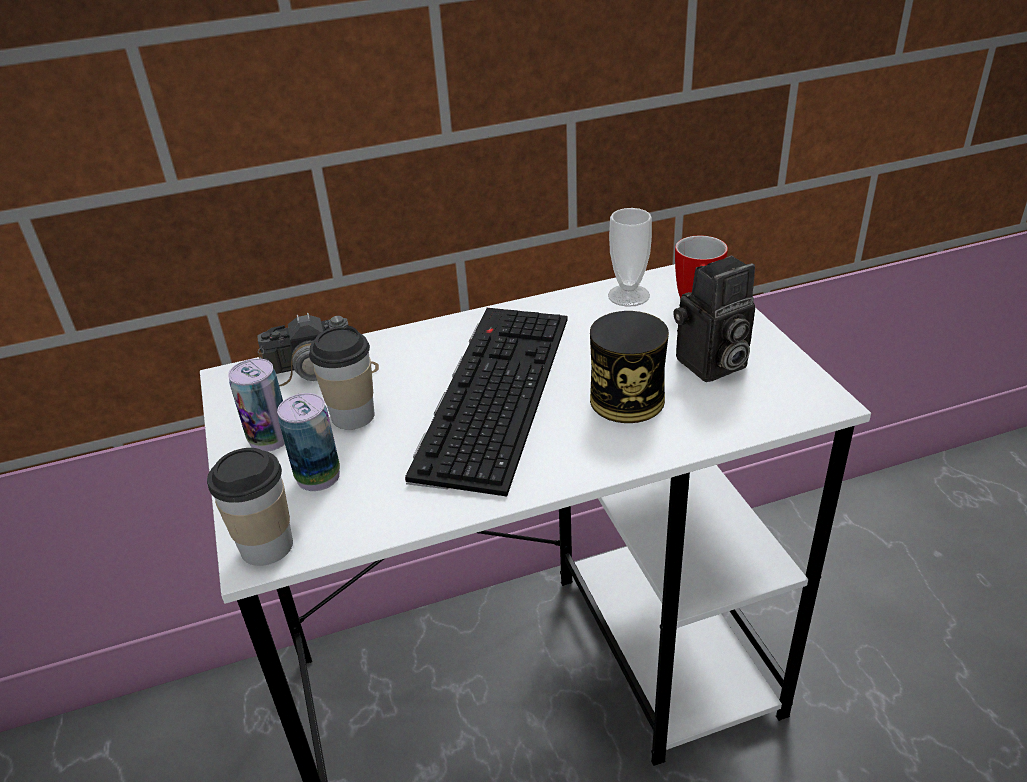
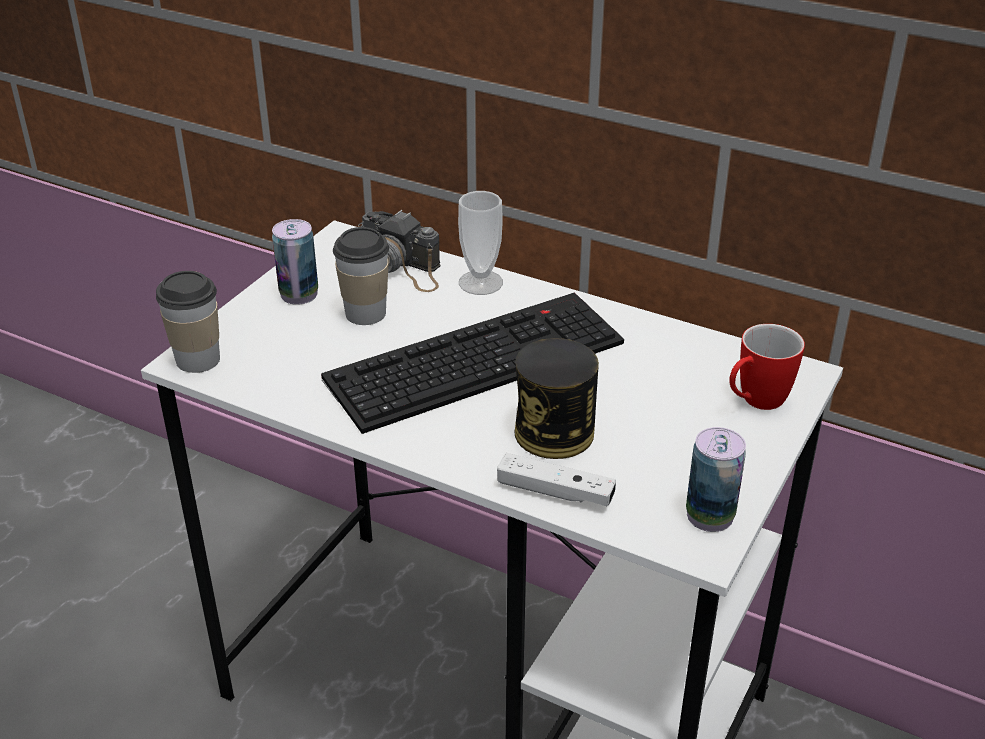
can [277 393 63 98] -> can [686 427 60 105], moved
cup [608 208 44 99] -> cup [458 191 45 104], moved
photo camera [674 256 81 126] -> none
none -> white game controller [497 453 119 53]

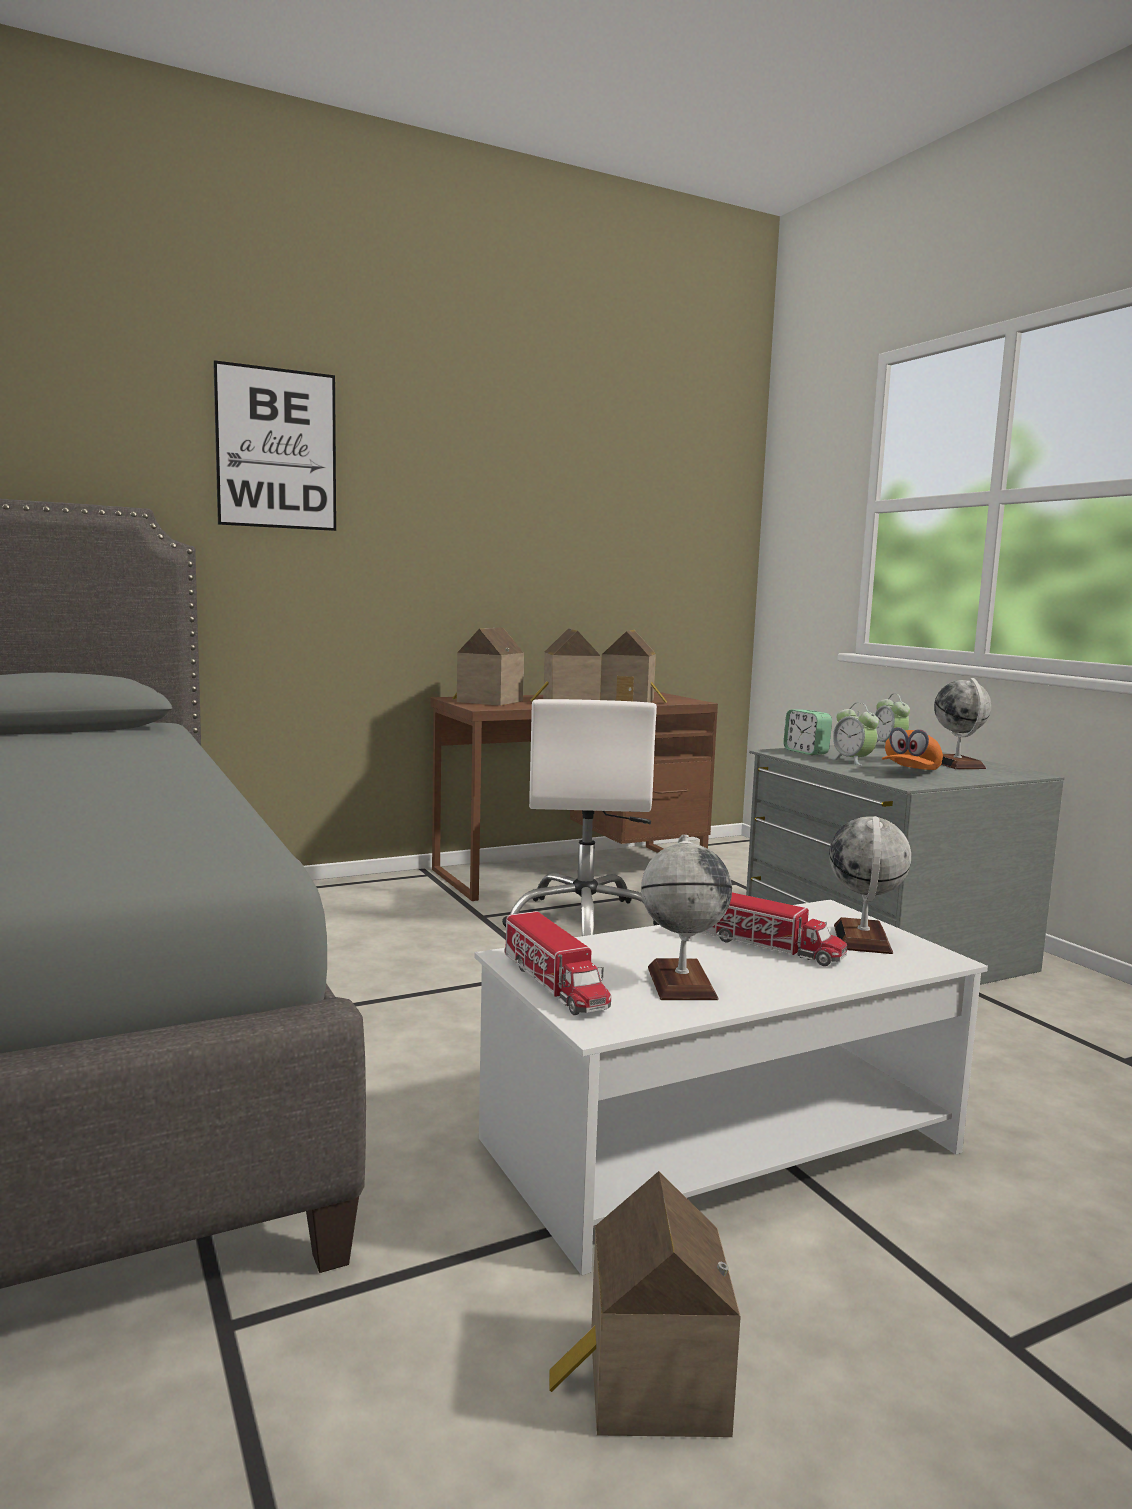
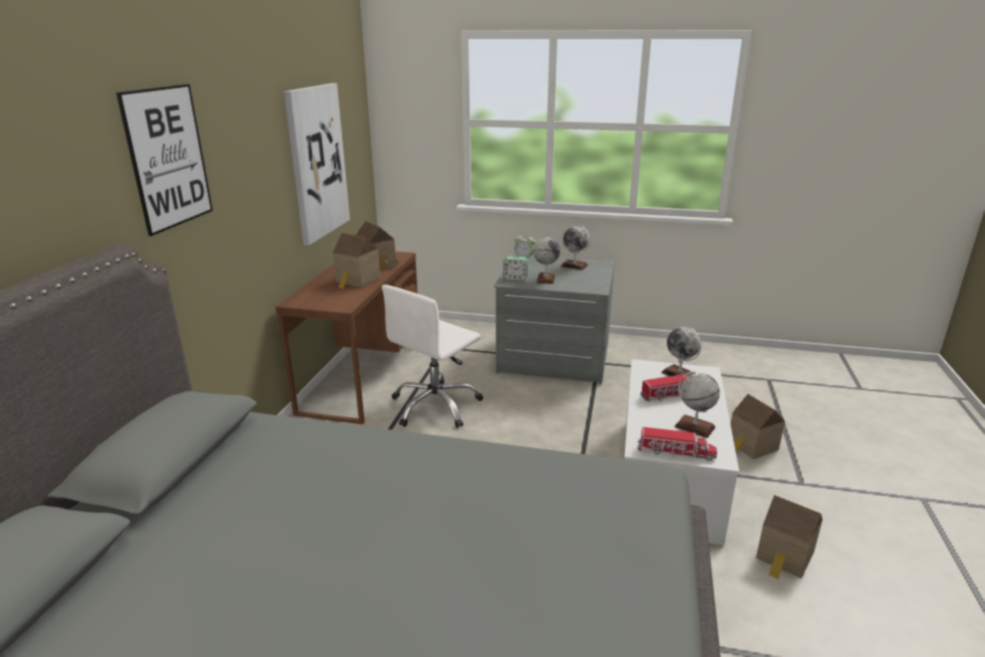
toy house [452 627 72 79] -> toy house [731 394 54 65], moved
white office chair [502 699 157 237] -> white office chair [382 285 101 143], 90 degrees clockwise
alarm clock [831 703 48 62] -> globe [533 235 27 49]
orange cap [882 727 61 43] -> none
none -> picture [284 83 66 162]

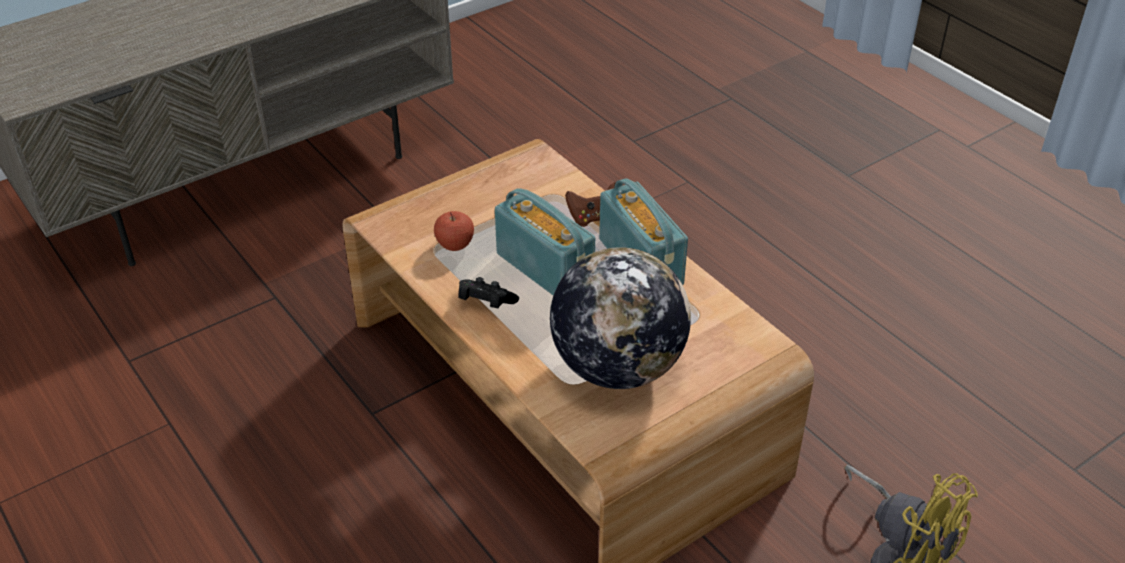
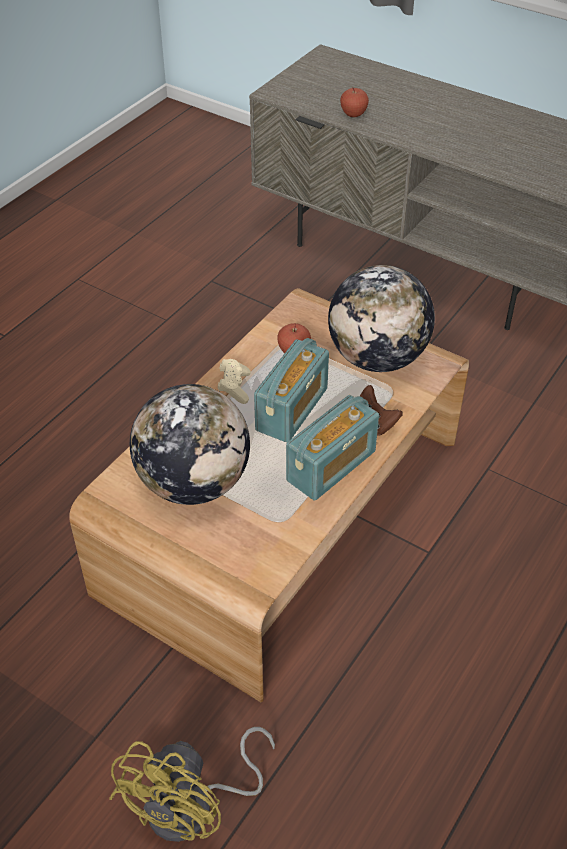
black game controller [458 277 61 31] -> beige game controller [218 359 33 45]
none -> globe [328 265 107 107]
none -> apple [340 88 29 29]

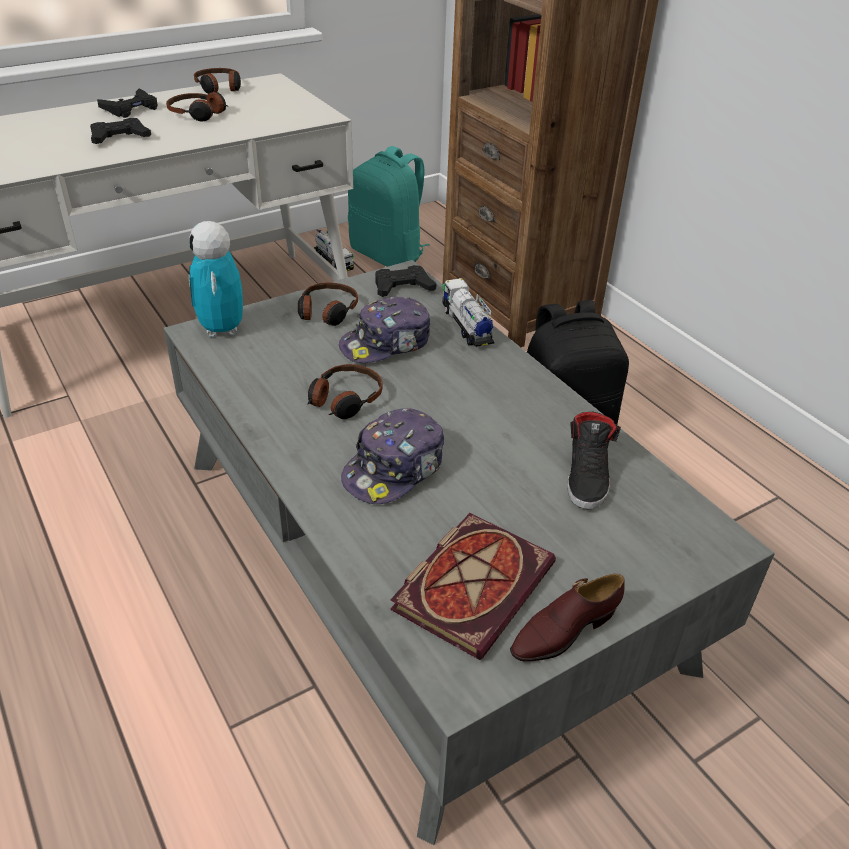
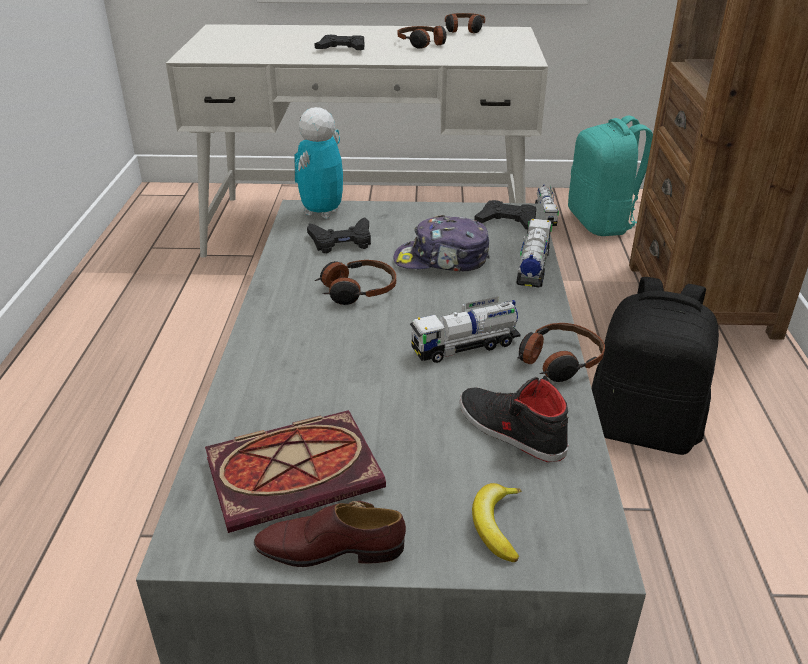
black game controller [97 89 60 29] -> black game controller [307 217 64 36], moved
headphones [298 283 60 43] -> headphones [517 323 88 59], moved
cap [341 408 103 96] -> none
black shoe [567 412 54 98] -> black shoe [460 375 109 87], 90 degrees clockwise
none -> toy truck [410 297 111 66]
none -> banana [472 483 50 79]

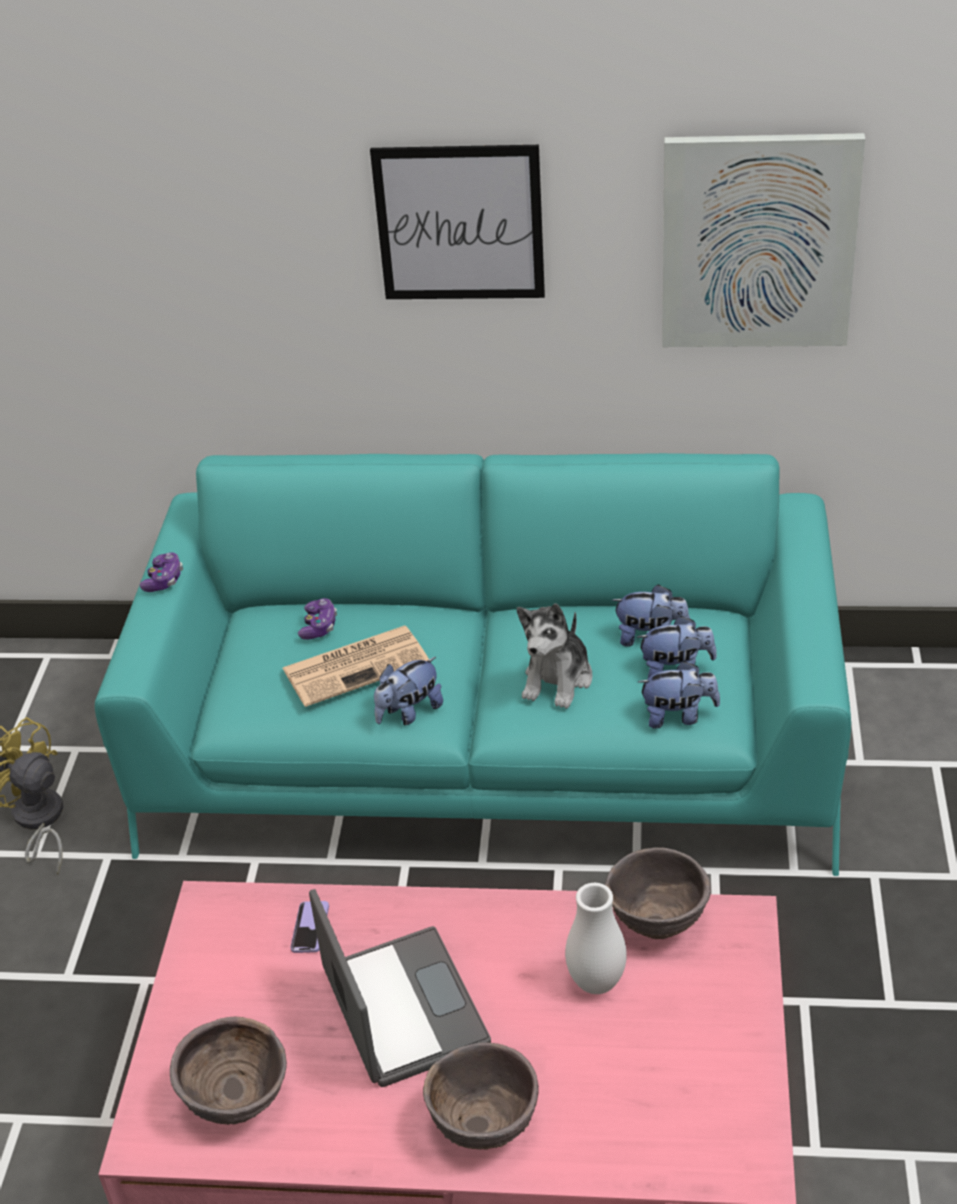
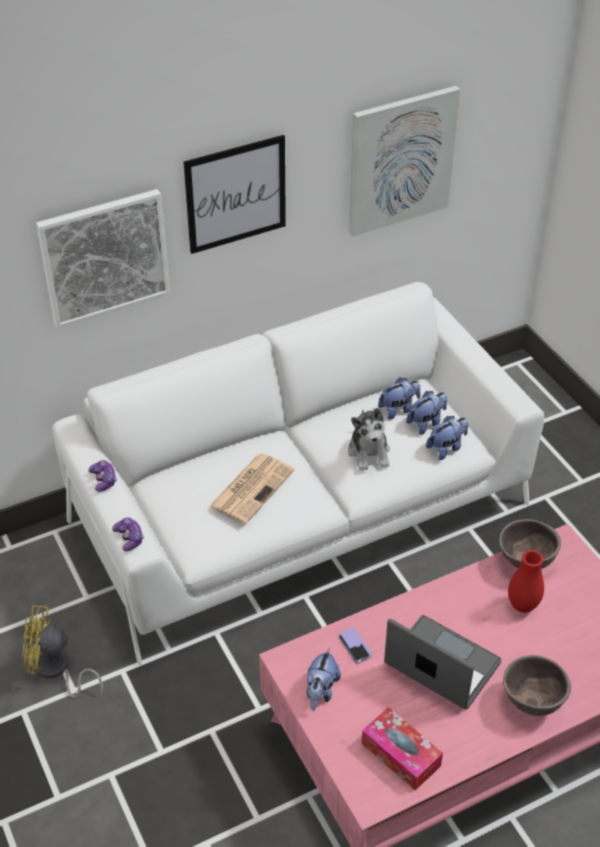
turquoise sofa [95 453 756 423] -> white sofa [52 282 492 383]
brown bowl [170 1016 117 109] -> tissue box [362 707 81 83]
game controller [298 598 39 42] -> game controller [112 518 32 33], moved
plush toy [374 657 69 68] -> plush toy [306 647 35 64], moved
white vase [565 883 62 111] -> red vase [508 550 36 63]
none -> picture [36 189 134 140]

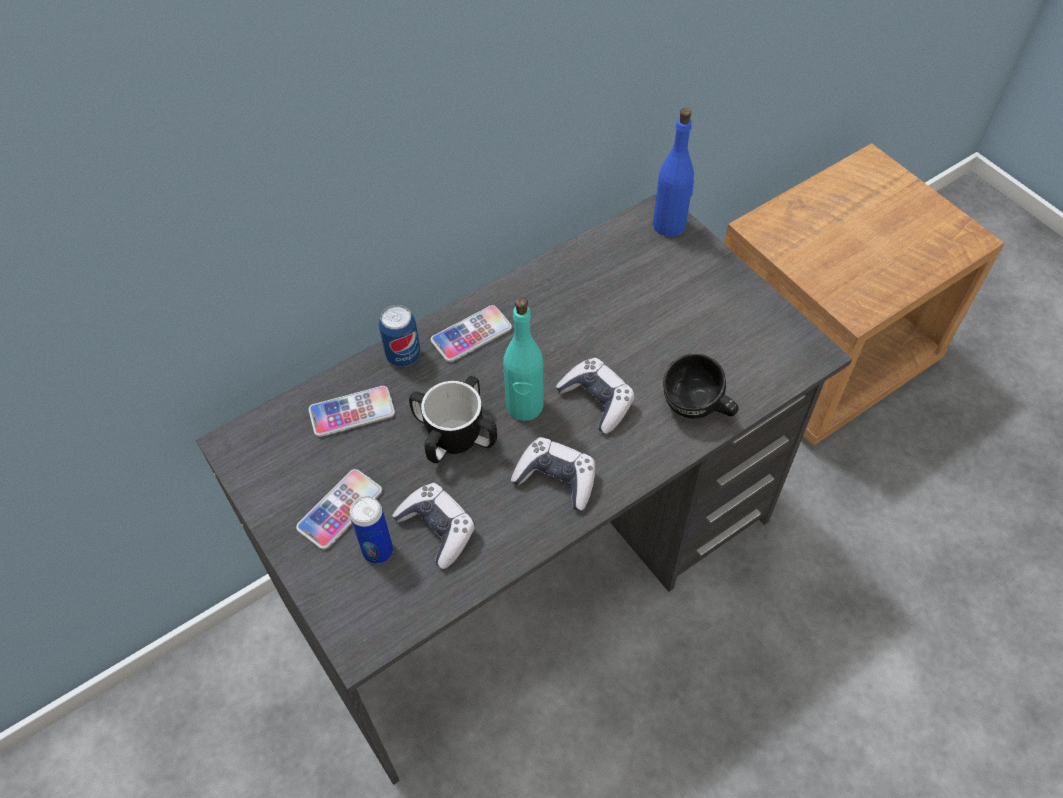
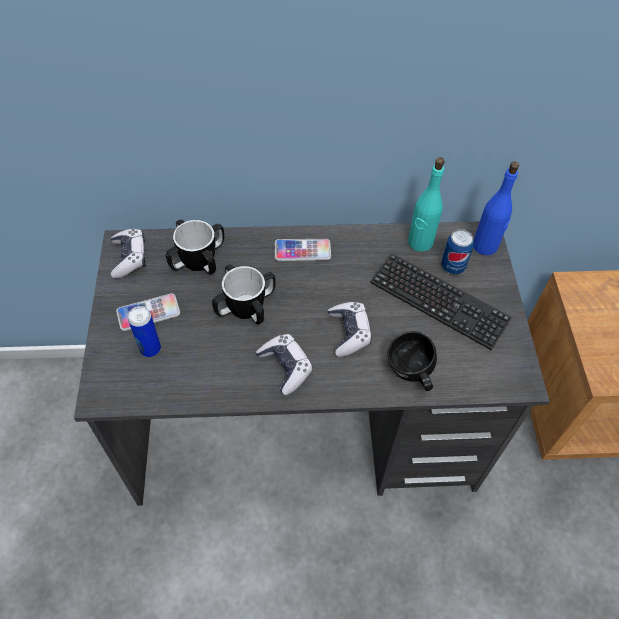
phone [309 386 86 51] -> mug [166 219 58 55]
can [379 305 41 62] -> can [441 229 33 45], moved
game controller [392 483 83 86] -> game controller [111 229 35 49], moved
turquoise bottle [503 297 40 124] -> turquoise bottle [408 157 37 95], moved
none -> keyboard [370 253 142 98]

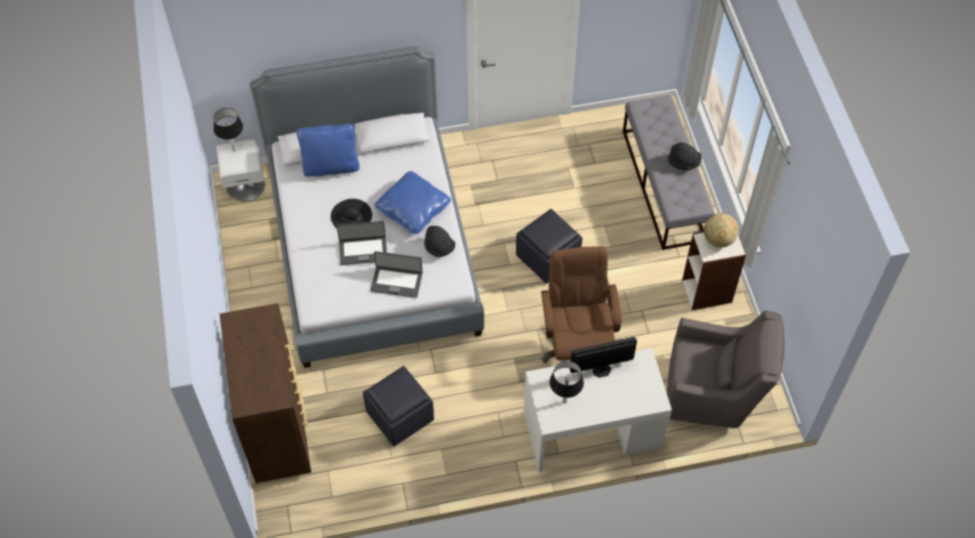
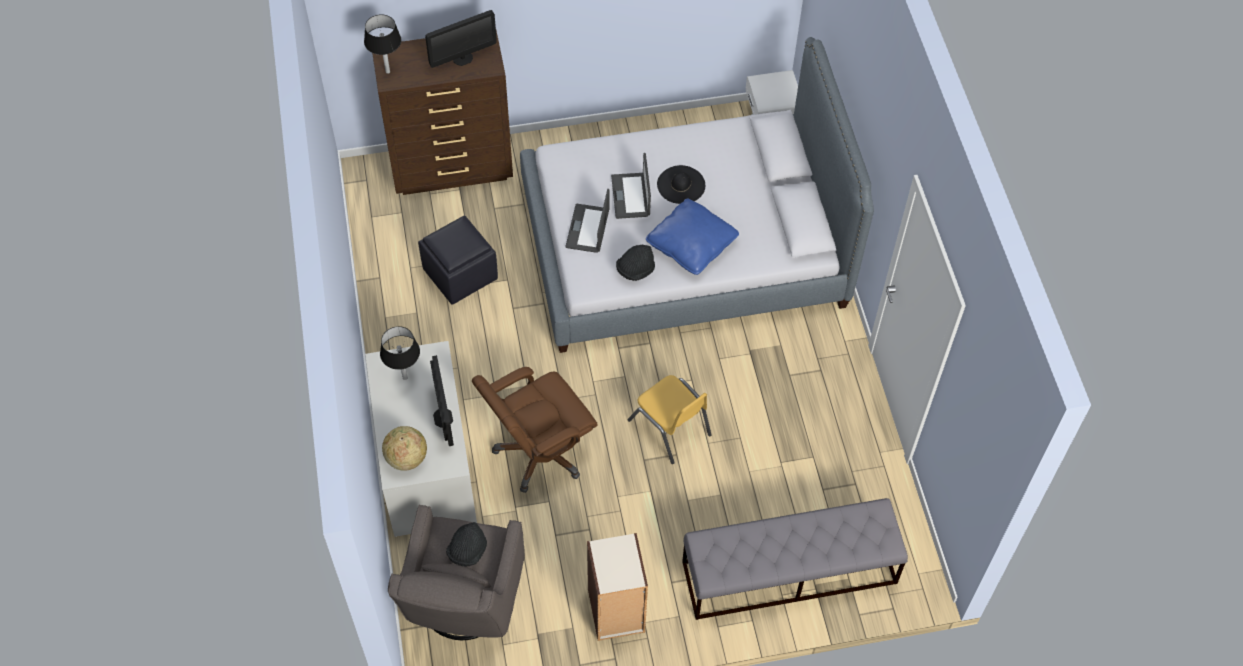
black table lamp [214 108 29 44] -> black table lamp [364 14 37 60], moved
blue pillow [297 124 63 53] -> none
black ottoman [516 209 66 75] -> yellow chair [628 375 84 89]
brown office chair [541 246 81 117] -> brown office chair [472 367 126 126], 150 degrees clockwise
black hat [668 142 34 28] -> black hat [446 522 41 45], moved
globe [704 213 35 35] -> globe [382 426 45 45], moved
none -> monitor [425 10 72 58]

